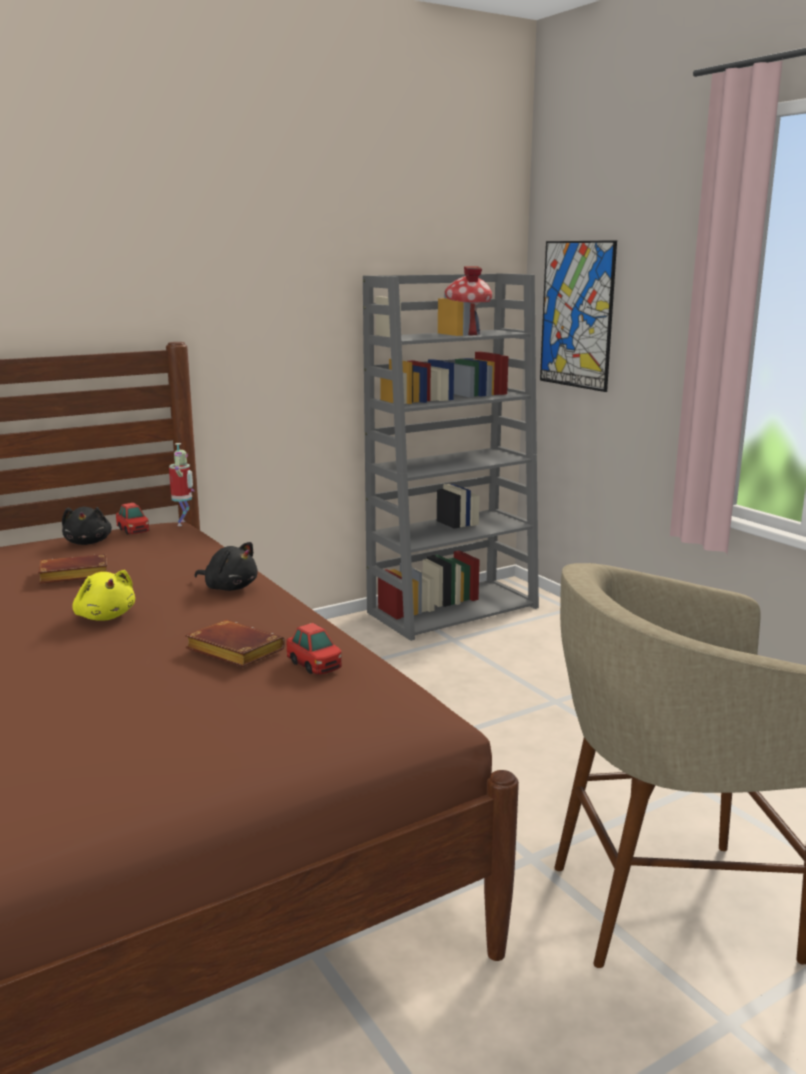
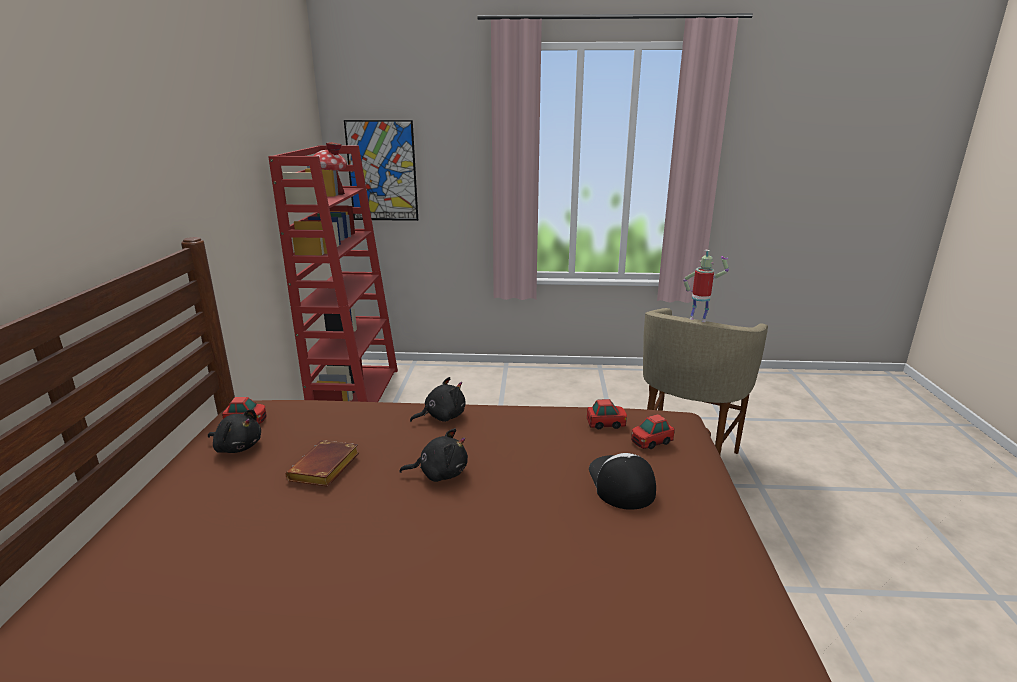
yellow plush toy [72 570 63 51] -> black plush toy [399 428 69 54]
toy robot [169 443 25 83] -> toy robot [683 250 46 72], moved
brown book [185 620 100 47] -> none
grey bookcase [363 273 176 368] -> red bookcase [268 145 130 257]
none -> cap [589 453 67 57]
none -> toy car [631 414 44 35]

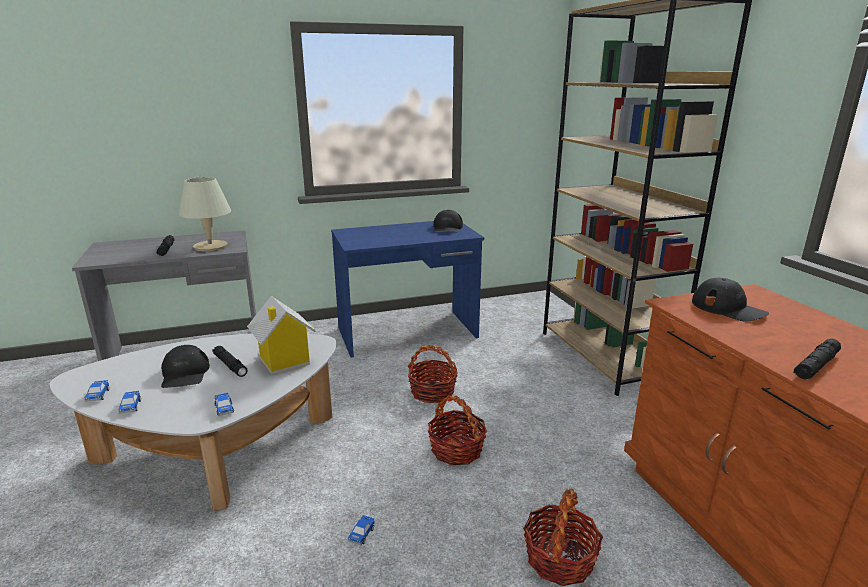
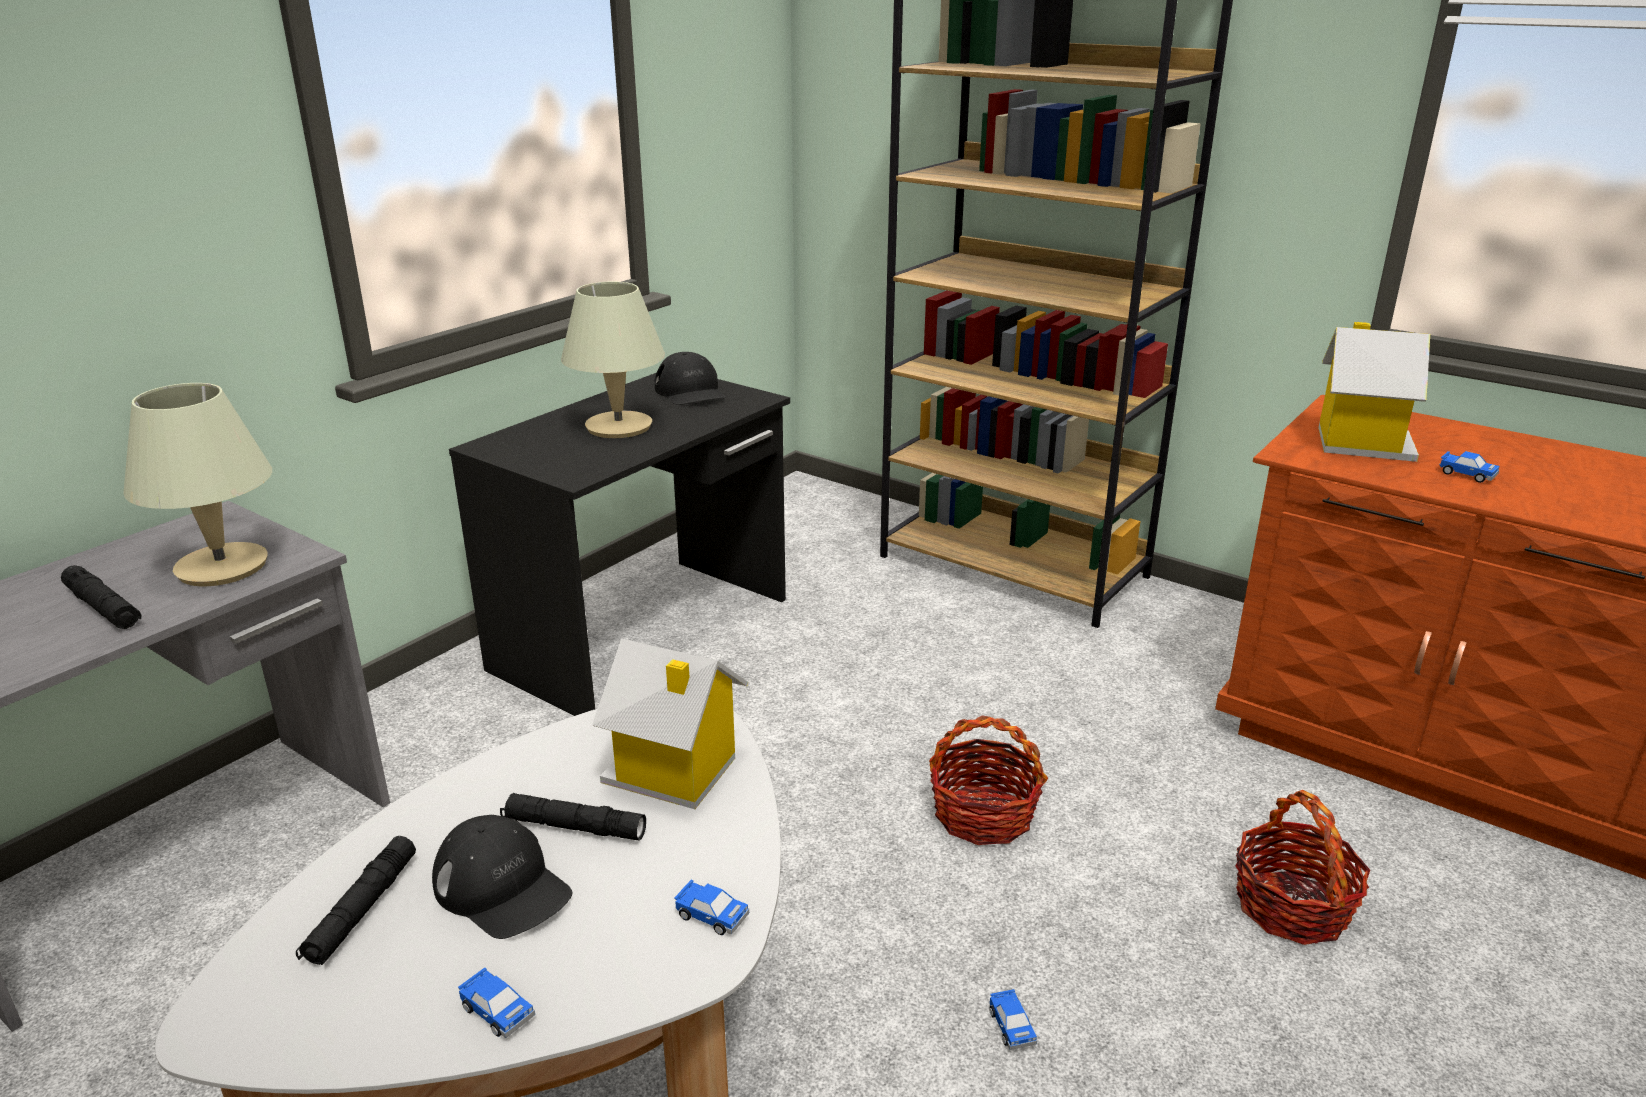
toy car [85 380 25 22] -> toy car [1439 451 61 32], moved
blue desk [331 221 153 137] -> black desk [449 373 341 343]
basket [408 345 50 58] -> none
black cap [692 278 77 44] -> toy house [1318 322 112 140]
black flashlight [794 339 47 41] -> black flashlight [296 836 120 129], moved
none -> beige table lamp [561 282 104 156]

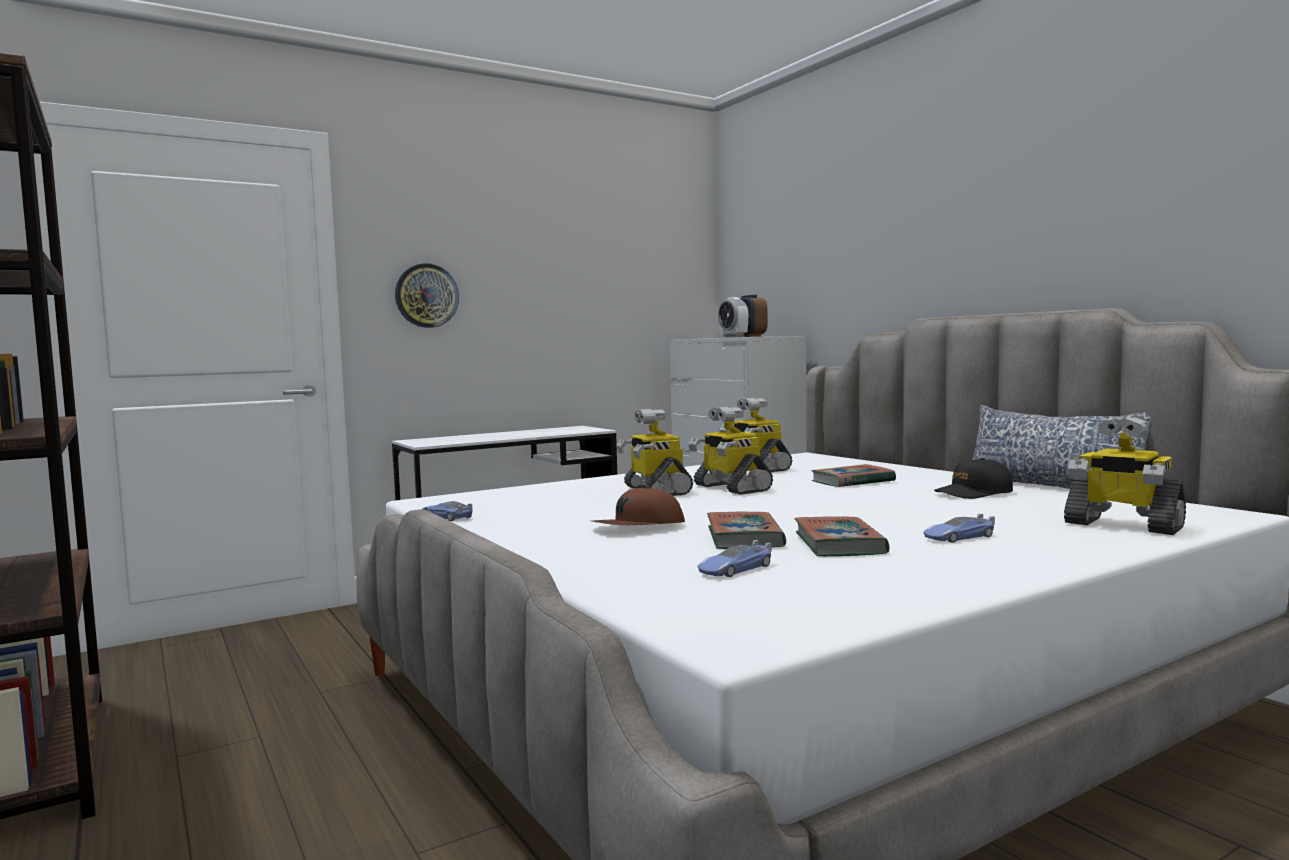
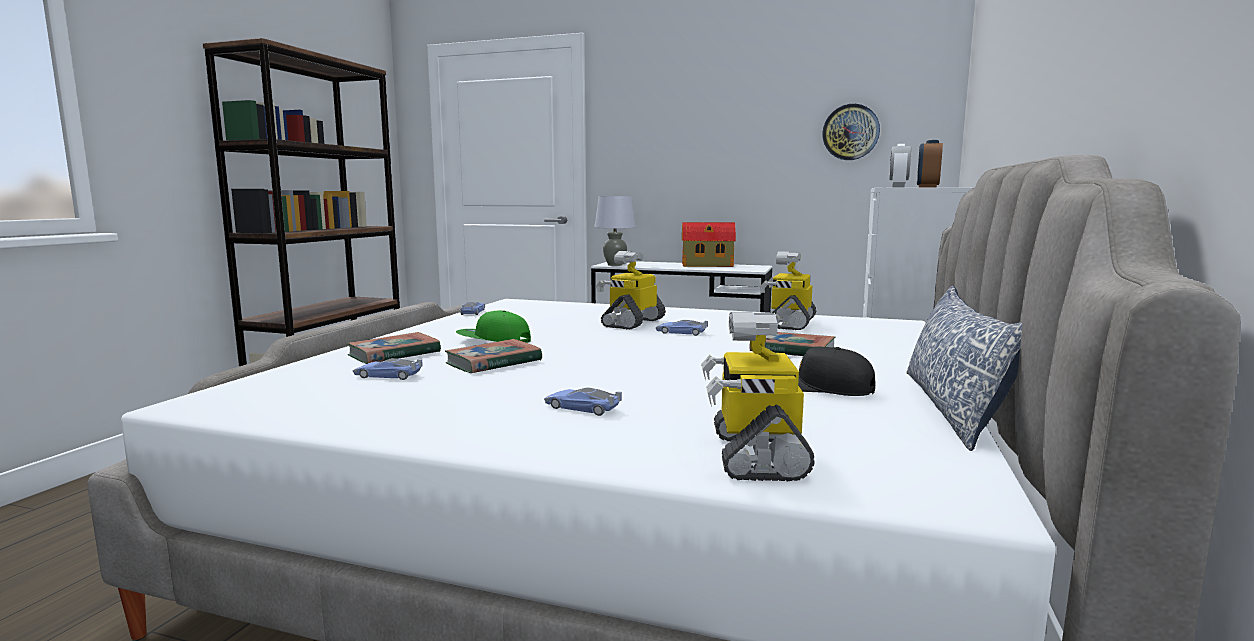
wall clock [395 263 64 65] -> wall clock [822 104 58 56], moved
brown cap [592 487 93 38] -> green cap [456 310 75 33]
toy robot [688 407 85 88] -> toy car [656 320 52 16]
book [795 517 95 39] -> book [347 332 94 32], moved
none -> grey table lamp [594 196 41 70]
none -> toy house [682 222 54 45]

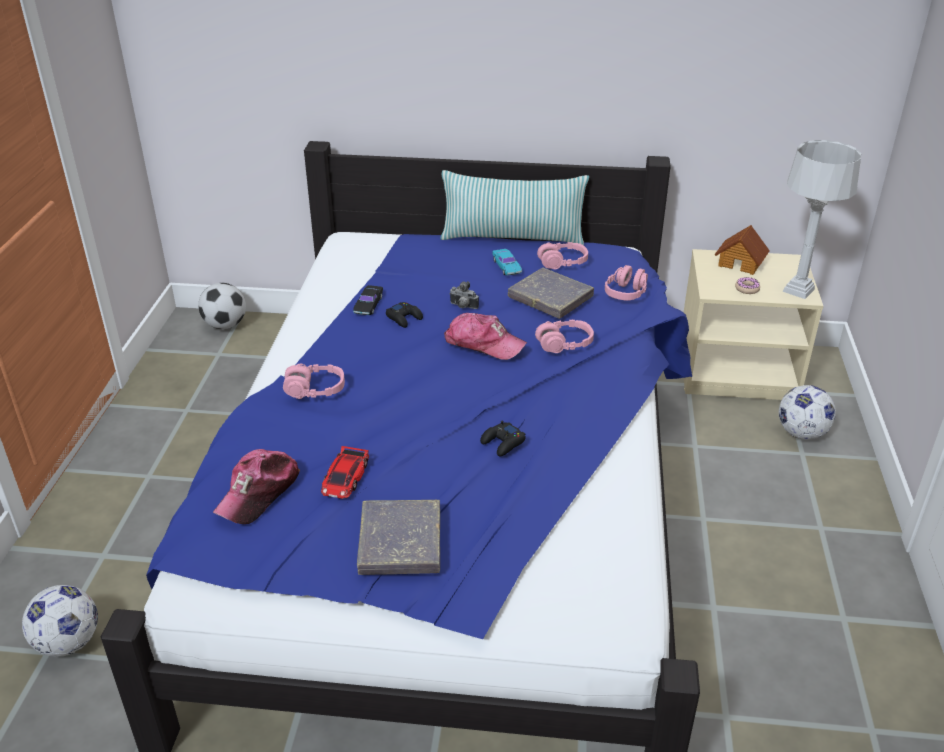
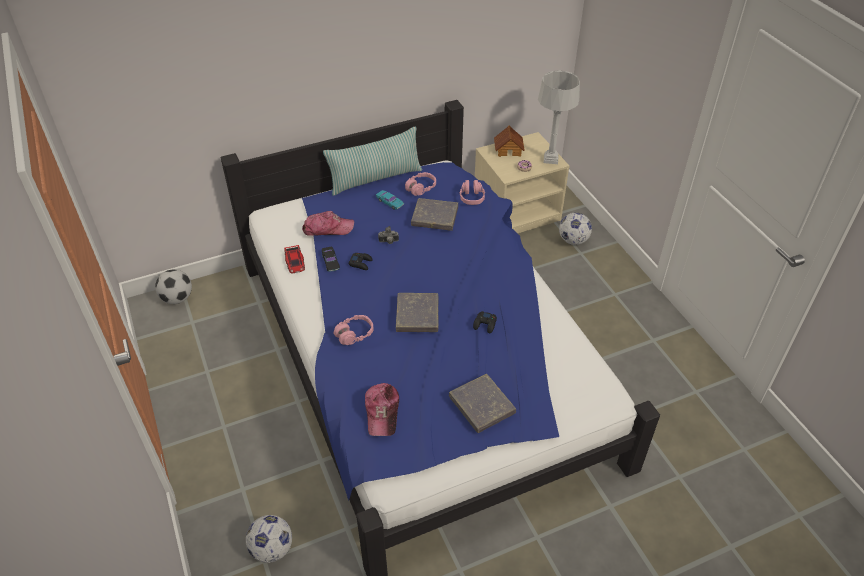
toy car [321 446 48 53] -> toy car [284 245 21 29], moved
cap [444 313 83 47] -> cap [302 211 52 25], moved
pink headphones [535 320 59 33] -> none
none -> grey book [396 293 43 39]

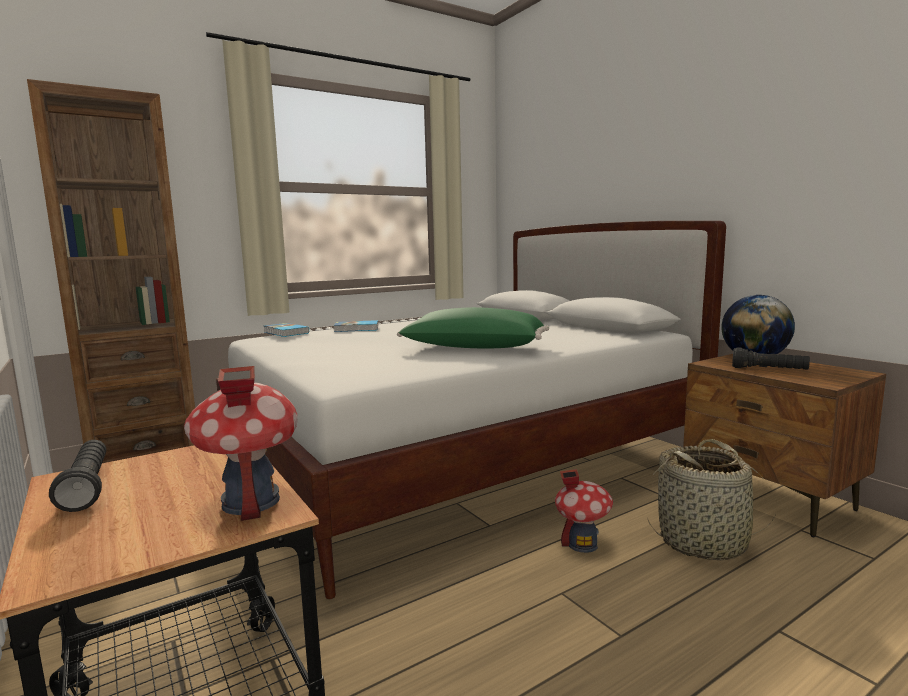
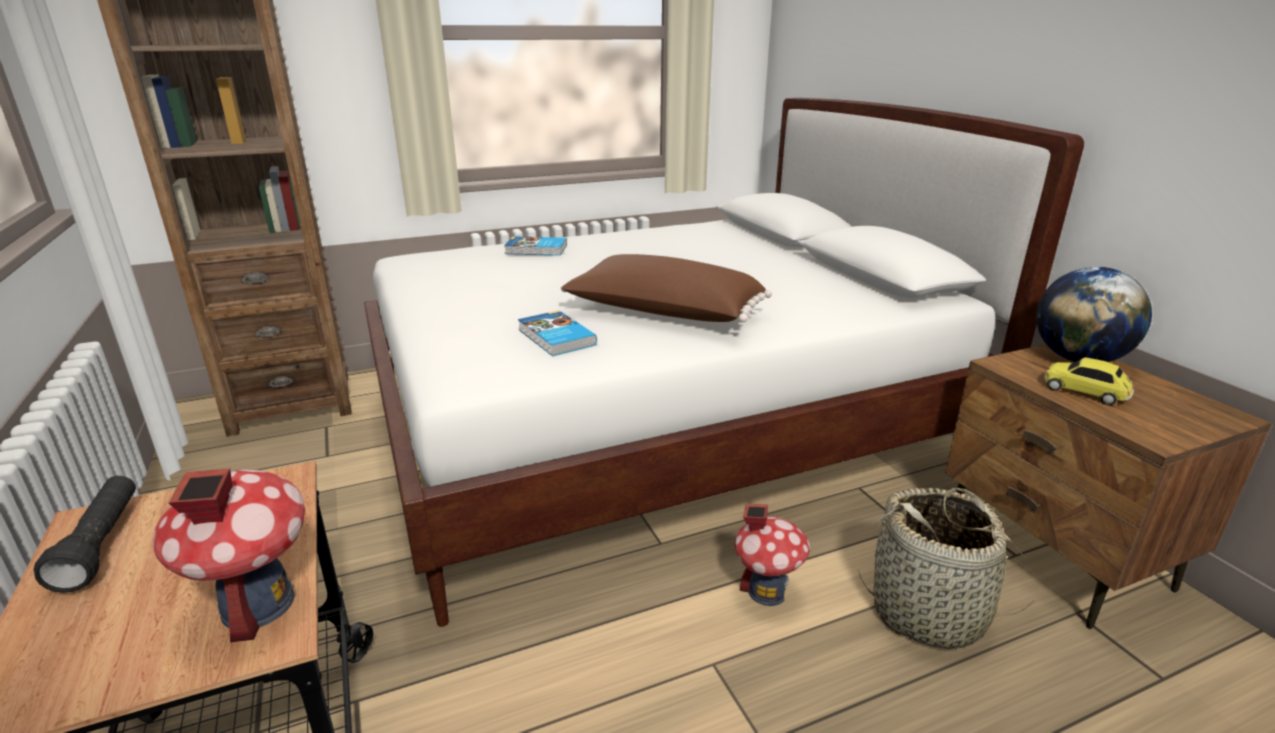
book [264 323 45 14] -> book [518 310 79 46], moved
green pillow [397 307 152 41] -> brown pillow [561 254 211 68]
black flashlight [732 347 78 23] -> toy car [1044 357 90 48]

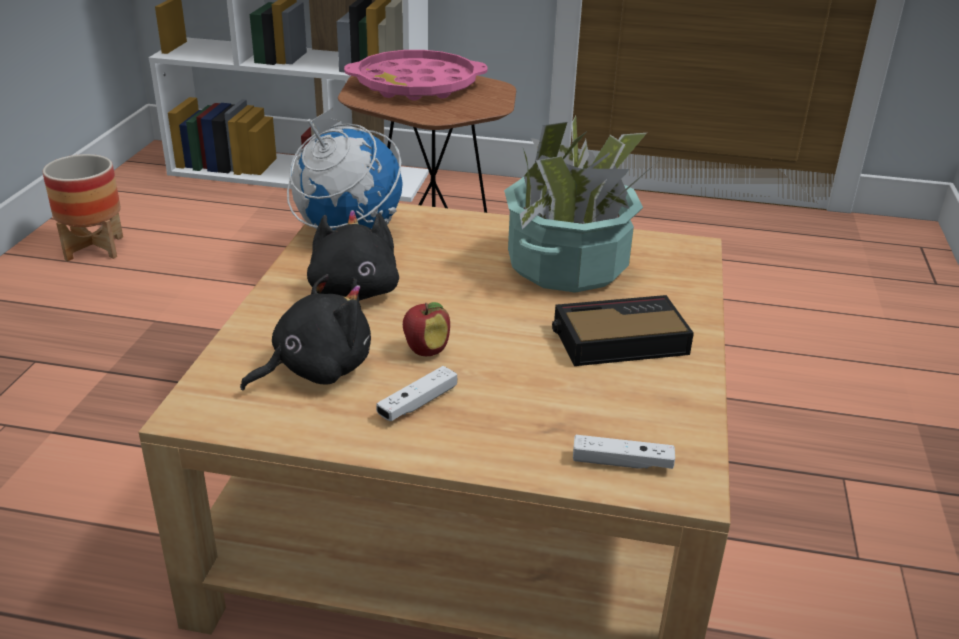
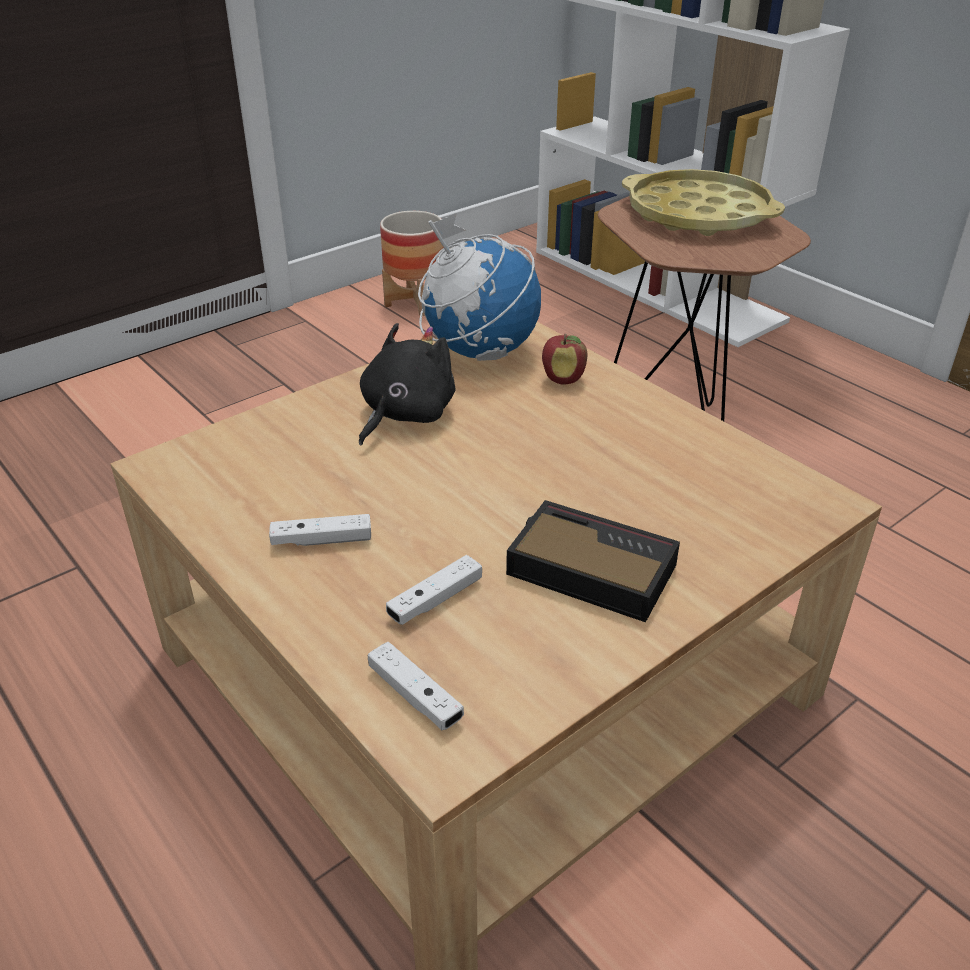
black plush toy [240 274 131 116] -> none
pink tray [344 50 144 50] -> yellow tray [622 169 163 67]
apple [403 302 47 54] -> apple [542 333 45 52], moved
potted plant [504 115 151 178] -> none
none -> white game controller [386 555 96 70]

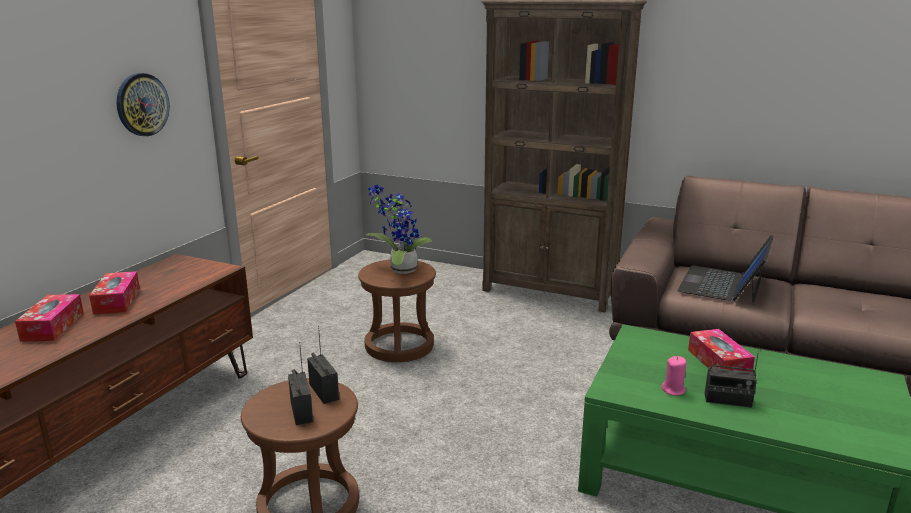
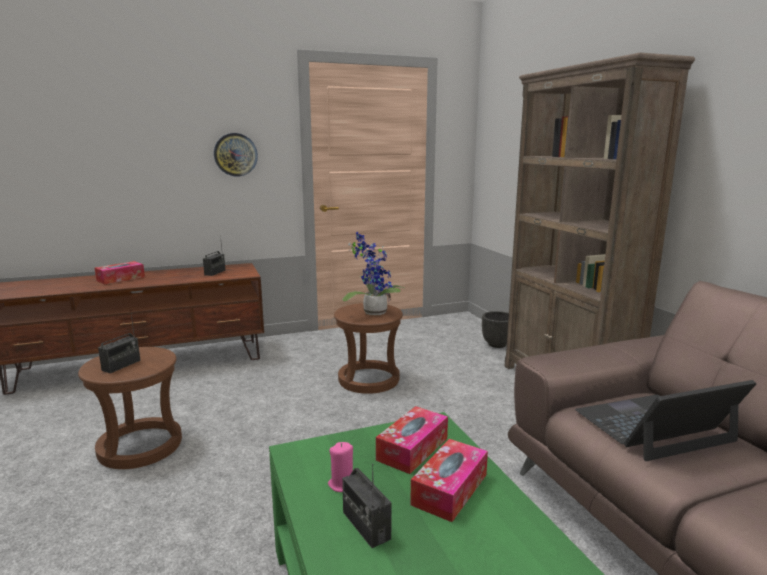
tissue box [89 271 51 44] -> tissue box [376 406 72 68], moved
radio [307 326 32 78] -> radio [203 236 22 40], moved
none -> black planter [482 311 27 37]

